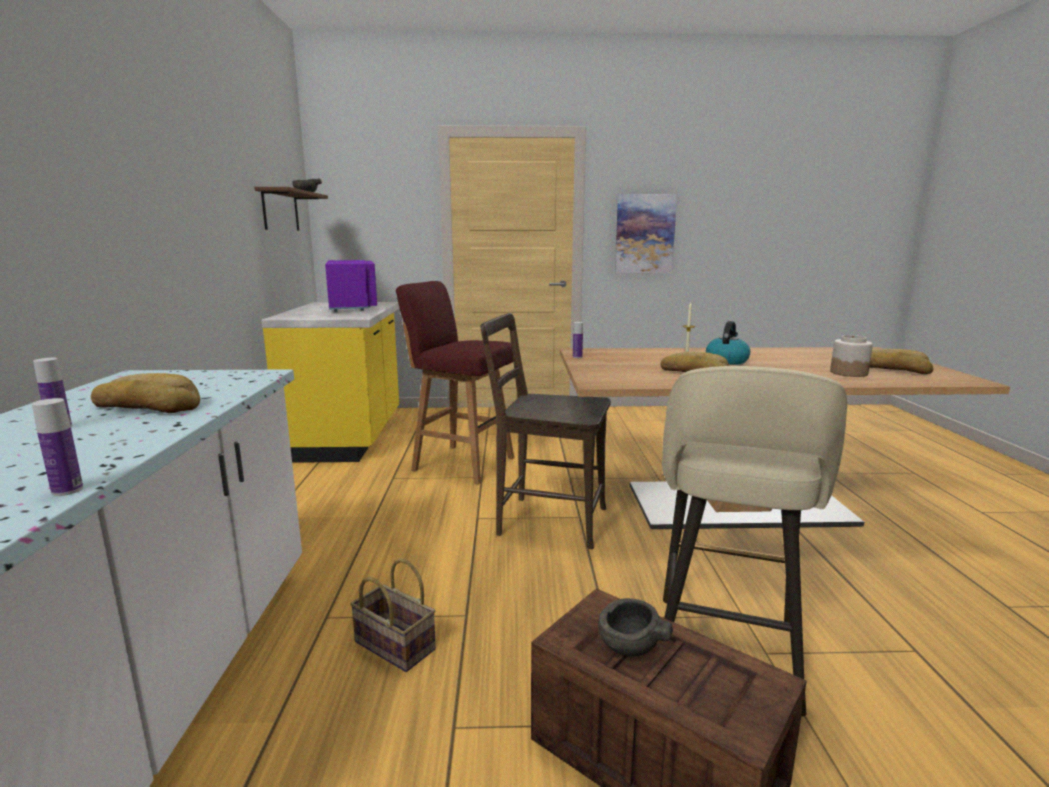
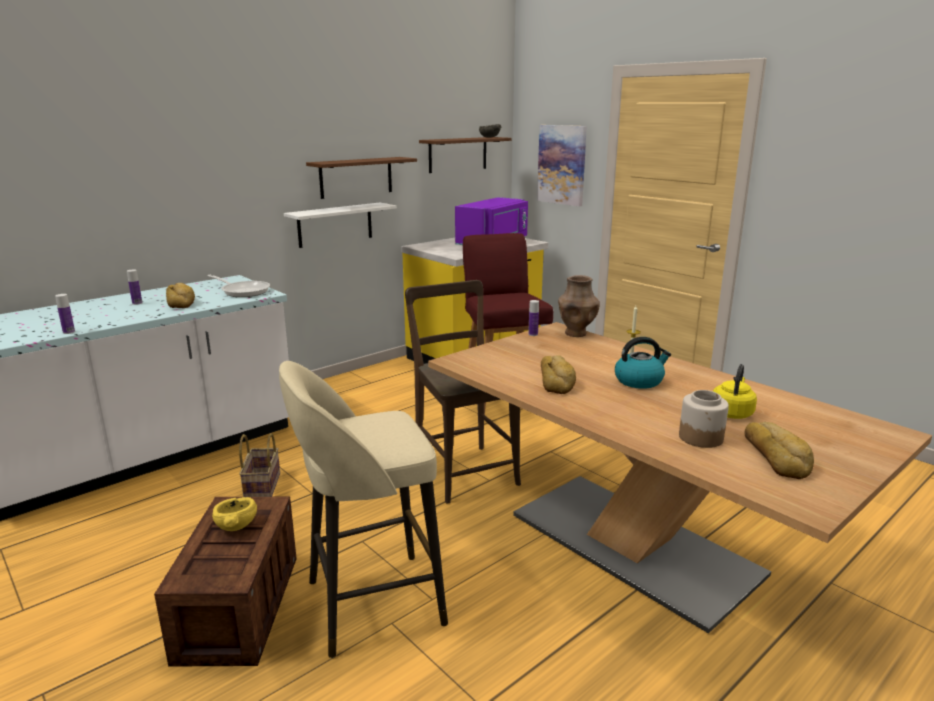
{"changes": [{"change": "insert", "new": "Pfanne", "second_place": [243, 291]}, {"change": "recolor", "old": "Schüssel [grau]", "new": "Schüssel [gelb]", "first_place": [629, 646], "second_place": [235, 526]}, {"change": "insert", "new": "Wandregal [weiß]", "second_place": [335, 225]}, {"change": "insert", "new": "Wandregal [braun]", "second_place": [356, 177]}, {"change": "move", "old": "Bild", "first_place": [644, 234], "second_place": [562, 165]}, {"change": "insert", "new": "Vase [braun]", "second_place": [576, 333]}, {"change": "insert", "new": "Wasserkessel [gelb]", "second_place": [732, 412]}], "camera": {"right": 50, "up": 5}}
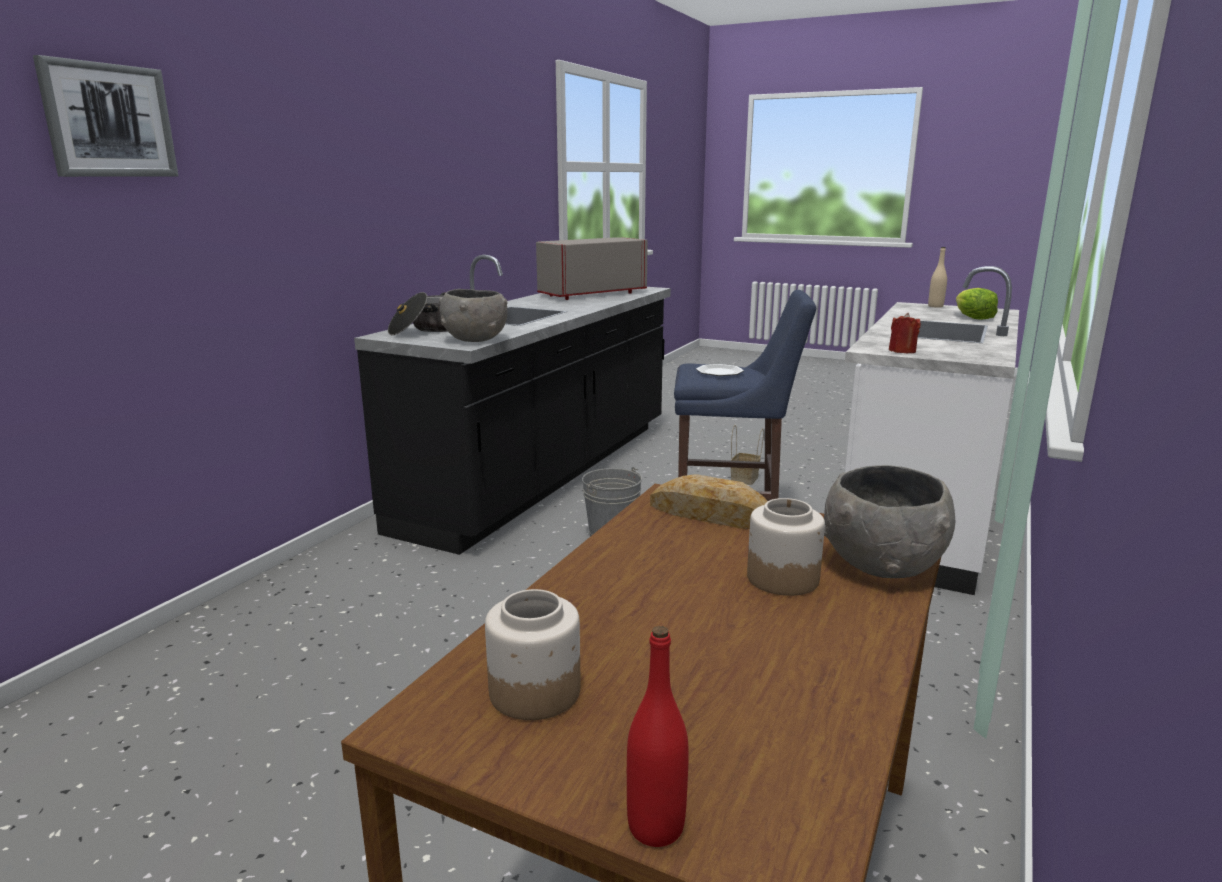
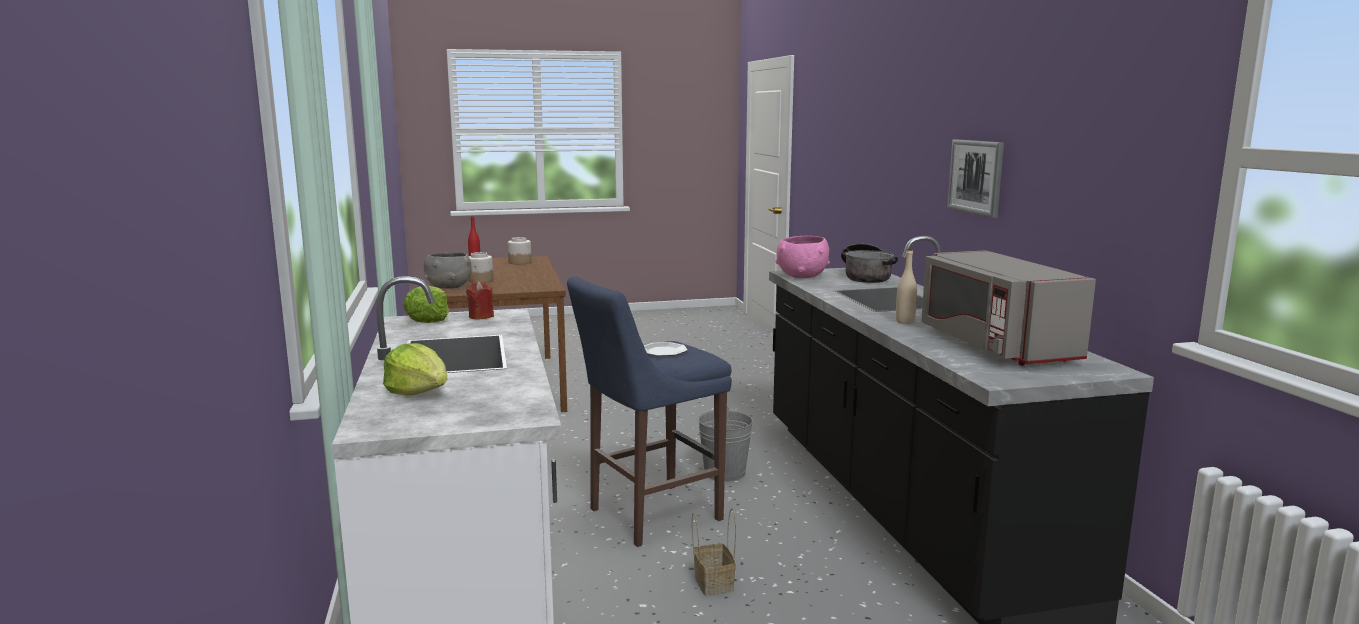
{"changes": [{"change": "insert", "new": "Salatkopf", "second_place": [428, 319]}, {"change": "recolor", "old": "Schüssel [grau]", "new": "Schüssel [rosa]", "first_place": [476, 339], "second_place": [802, 276]}, {"change": "move", "old": "Flasche [beige]", "first_place": [935, 306], "second_place": [905, 321]}, {"change": "rotate", "old": "Mikrowelle [grau]", "first_place": [590, 294], "second_place": [994, 345], "degrees": 150}, {"change": "move", "old": "Bild", "first_place": [109, 121], "second_place": [976, 177]}, {"change": "delete", "old": "Brot", "first_place": [710, 514]}], "camera": {"right": 140, "up": -5}}
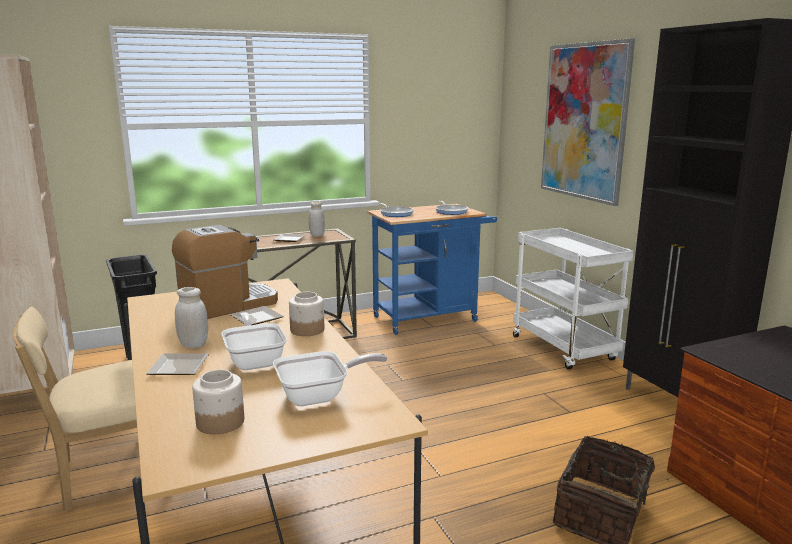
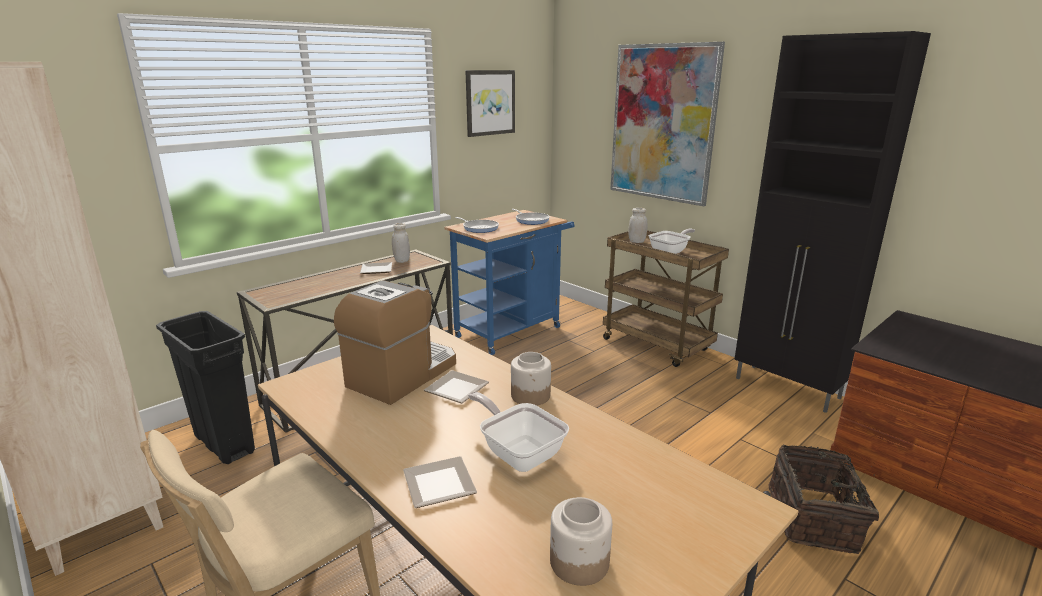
{"changes": [{"change": "insert", "new": "Bild", "second_place": [490, 102]}, {"change": "recolor", "old": "Rollwagen [weiß]", "new": "Rollwagen [braun]", "first_place": [565, 349], "second_place": [657, 345]}, {"change": "move", "old": "Vorratsglas [weiß]", "first_place": [193, 344], "second_place": [636, 241]}, {"change": "move", "old": "Pfanne", "first_place": [320, 396], "second_place": [671, 251]}], "camera": {"right": -20, "up": 5}}
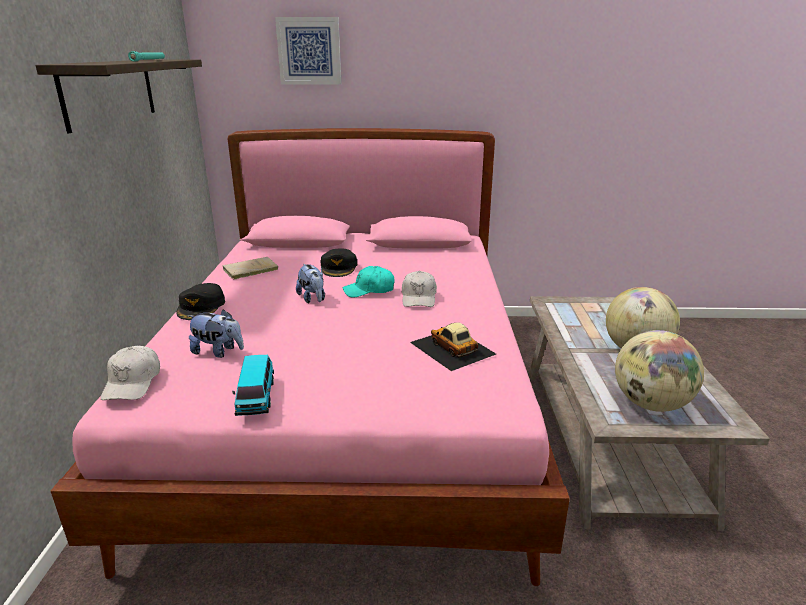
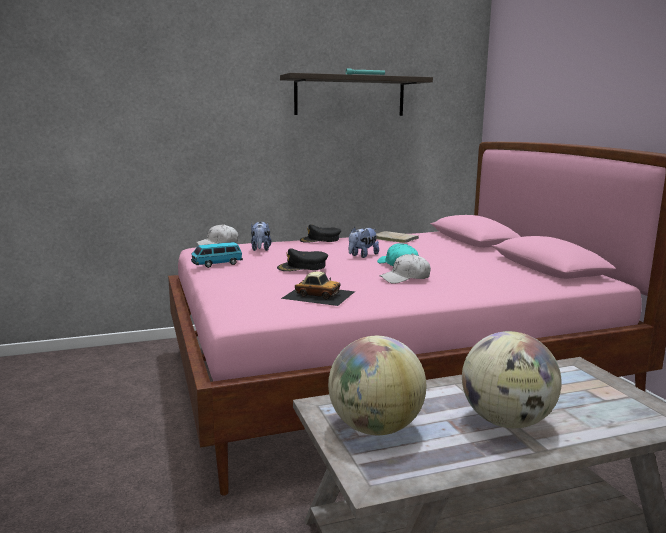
{"changes": [{"change": "move", "old": "Kappe [schwarz]", "first_place": [339, 267], "second_place": [302, 267]}, {"change": "rotate", "old": "Spielzeugauto", "first_place": [452, 348], "second_place": [318, 294], "degrees": 75}, {"change": "delete", "old": "Bild", "first_place": [309, 51]}], "camera": {"right": 70, "up": -10}}
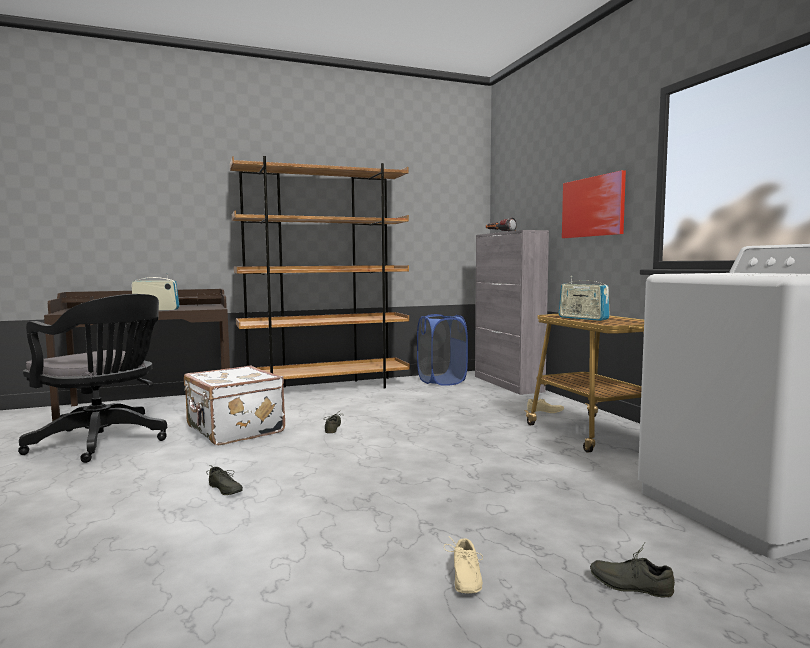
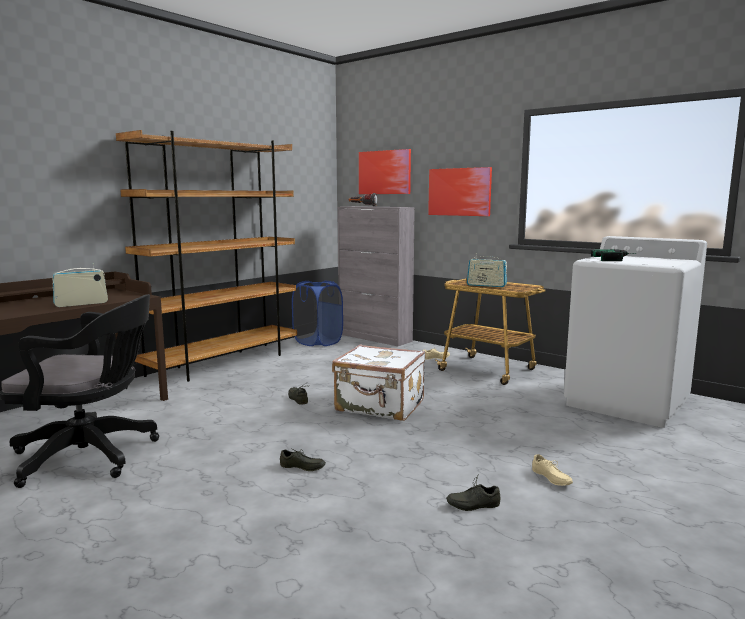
{"changes": [{"change": "move", "old": "Koffer [weiß]", "first_place": [233, 430], "second_place": [380, 406]}, {"change": "insert", "new": "Bild", "second_place": [384, 172]}, {"change": "move", "old": "Schuh [grau]", "first_place": [630, 584], "second_place": [472, 504]}, {"change": "insert", "new": "Bohrmaschine", "second_place": [618, 259]}], "camera": {"right": -30, "up": 5}}
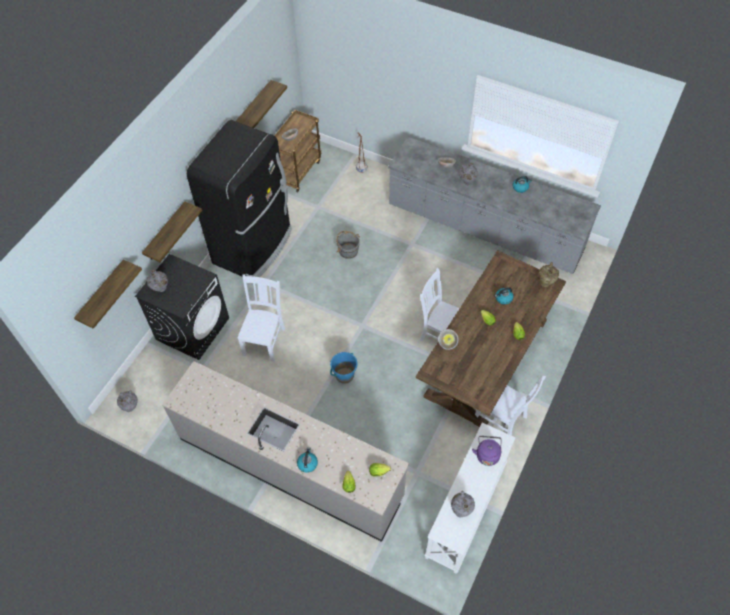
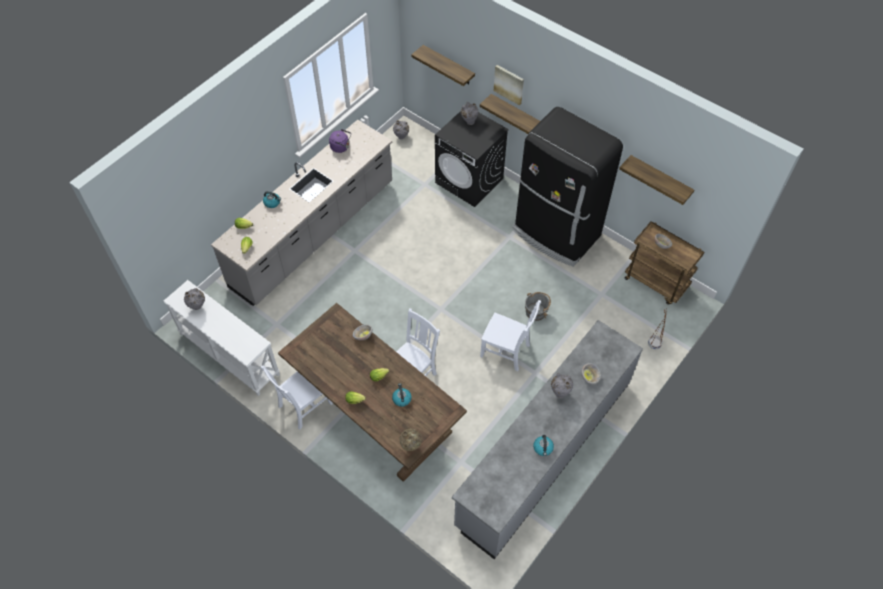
{"changes": [{"change": "move", "old": "Wasserkessel [lila]", "first_place": [487, 454], "second_place": [341, 147]}, {"change": "move", "old": "Stuhl [weiß]", "first_place": [264, 340], "second_place": [507, 351]}, {"change": "insert", "new": "Bild", "second_place": [509, 84]}, {"change": "delete", "old": "Eimer [blau]", "first_place": [344, 375]}], "camera": {"right": 100, "up": 0}}
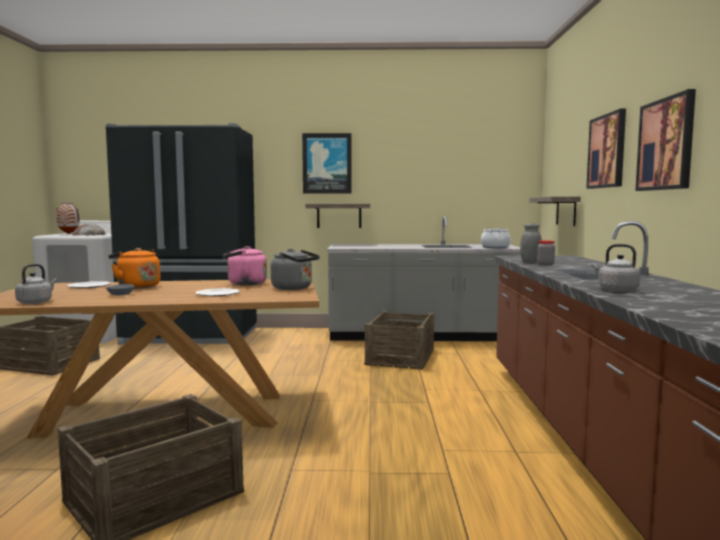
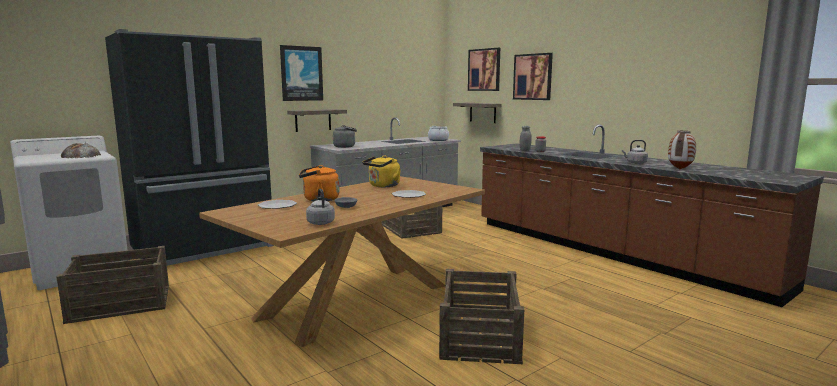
{"changes": [{"change": "move", "old": "Wasserkessel [grau]", "first_place": [294, 288], "second_place": [346, 146]}, {"change": "recolor", "old": "Wasserkessel [rosa]", "new": "Wasserkessel [gelb]", "first_place": [244, 284], "second_place": [383, 186]}, {"change": "move", "old": "Bild", "first_place": [666, 144], "second_place": [484, 70]}, {"change": "move", "old": "Vase", "first_place": [69, 234], "second_place": [679, 169]}], "camera": {"right": -40, "up": 5}}
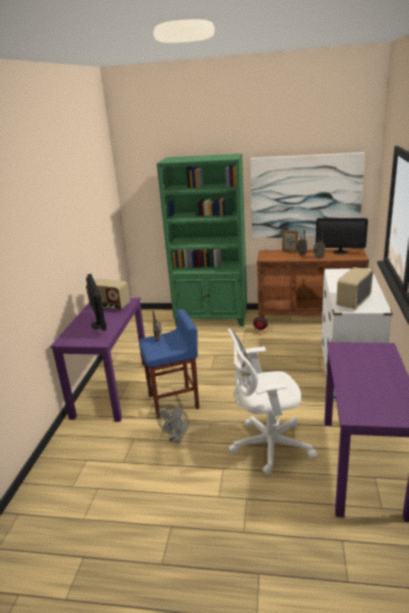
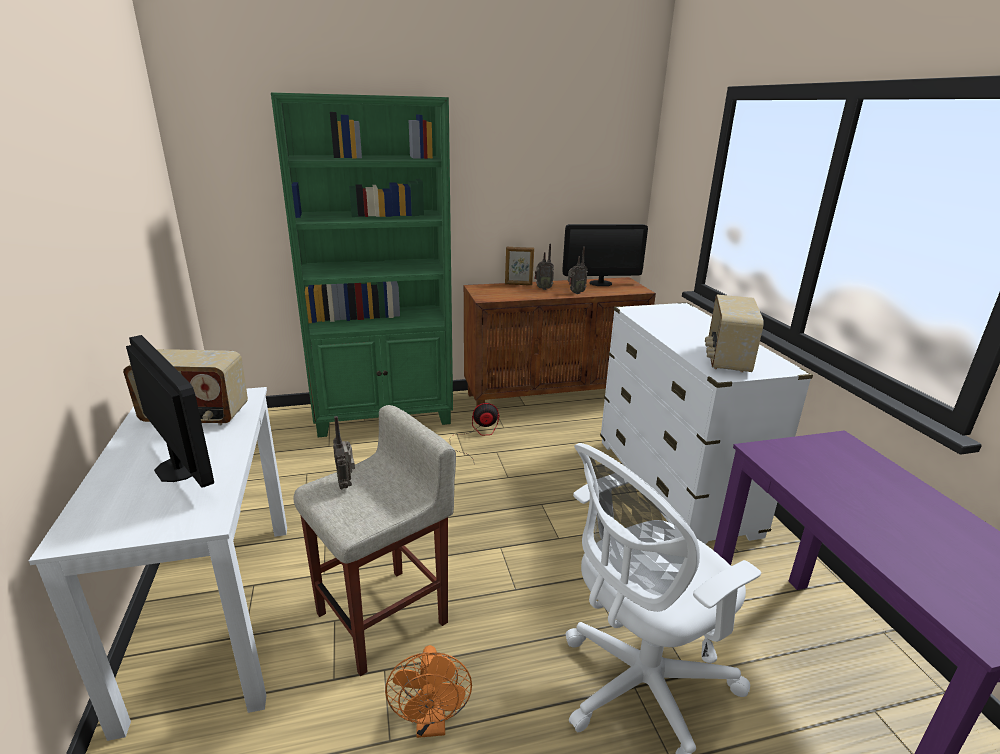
{"changes": [{"change": "recolor", "old": "Schreibtisch [lila]", "new": "Schreibtisch [weiß]", "first_place": [112, 388], "second_place": [215, 612]}, {"change": "recolor", "old": "Hocker [blau]", "new": "Hocker [beige]", "first_place": [174, 402], "second_place": [384, 617]}, {"change": "recolor", "old": "Ventilator [grau]", "new": "Ventilator [orange]", "first_place": [177, 438], "second_place": [431, 723]}, {"change": "delete", "old": "Bild", "first_place": [305, 197]}], "camera": {"right": -25, "up": 0}}
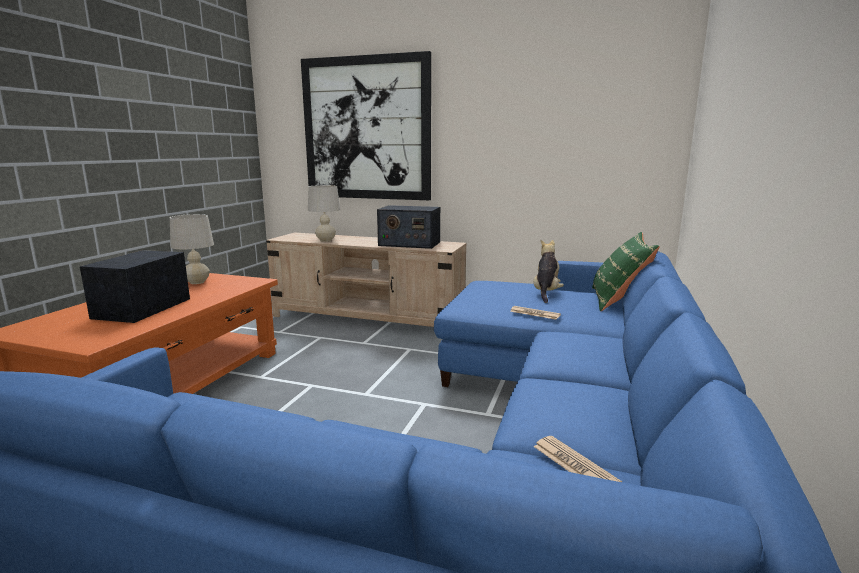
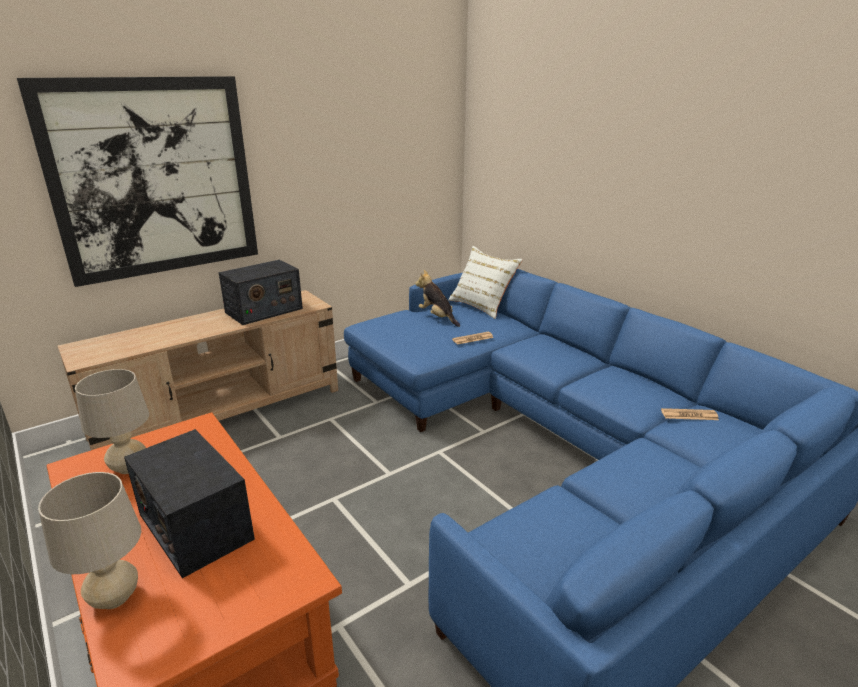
{"changes": [{"change": "move", "old": "Tischlampe [beige]", "first_place": [325, 240], "second_place": [114, 598]}, {"change": "recolor", "old": "Kissen [grün]", "new": "Kissen [weiß]", "first_place": [618, 301], "second_place": [482, 305]}], "camera": {"right": -55, "up": 10}}
